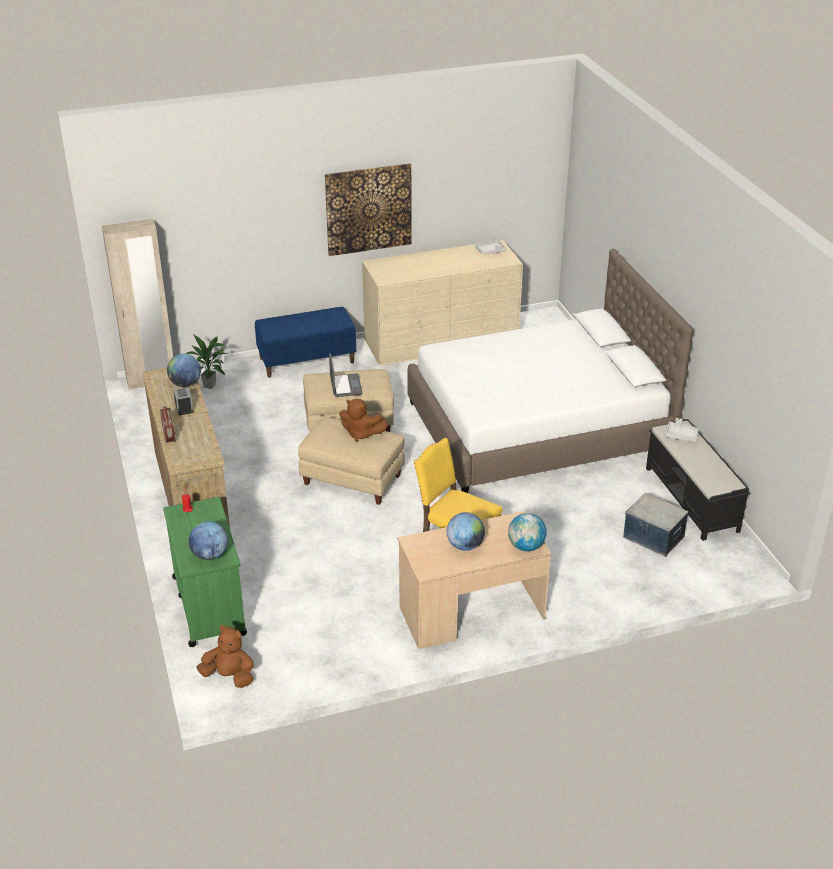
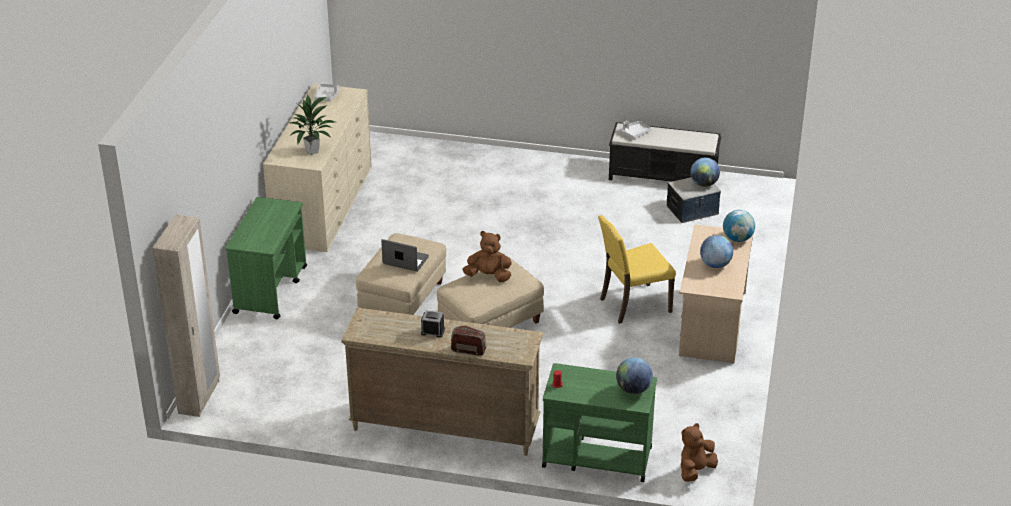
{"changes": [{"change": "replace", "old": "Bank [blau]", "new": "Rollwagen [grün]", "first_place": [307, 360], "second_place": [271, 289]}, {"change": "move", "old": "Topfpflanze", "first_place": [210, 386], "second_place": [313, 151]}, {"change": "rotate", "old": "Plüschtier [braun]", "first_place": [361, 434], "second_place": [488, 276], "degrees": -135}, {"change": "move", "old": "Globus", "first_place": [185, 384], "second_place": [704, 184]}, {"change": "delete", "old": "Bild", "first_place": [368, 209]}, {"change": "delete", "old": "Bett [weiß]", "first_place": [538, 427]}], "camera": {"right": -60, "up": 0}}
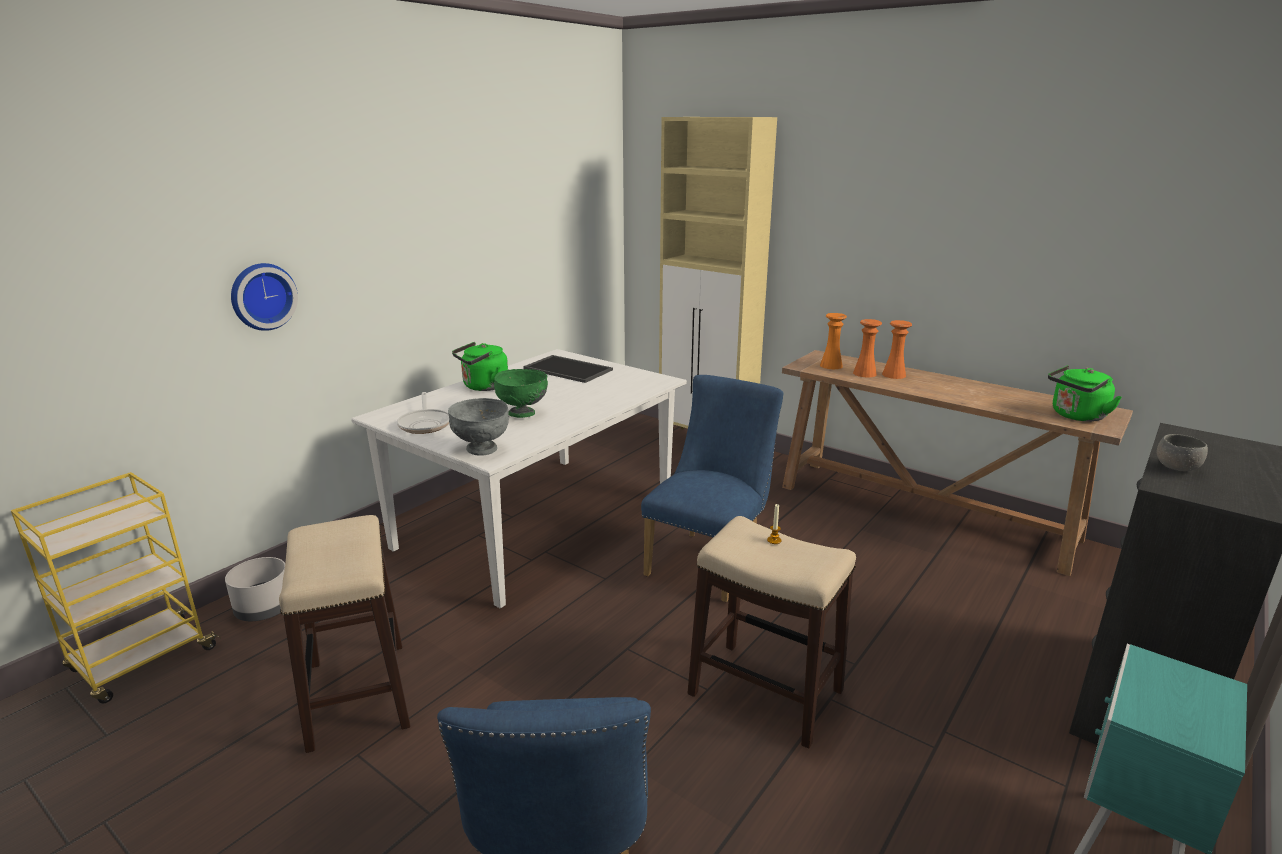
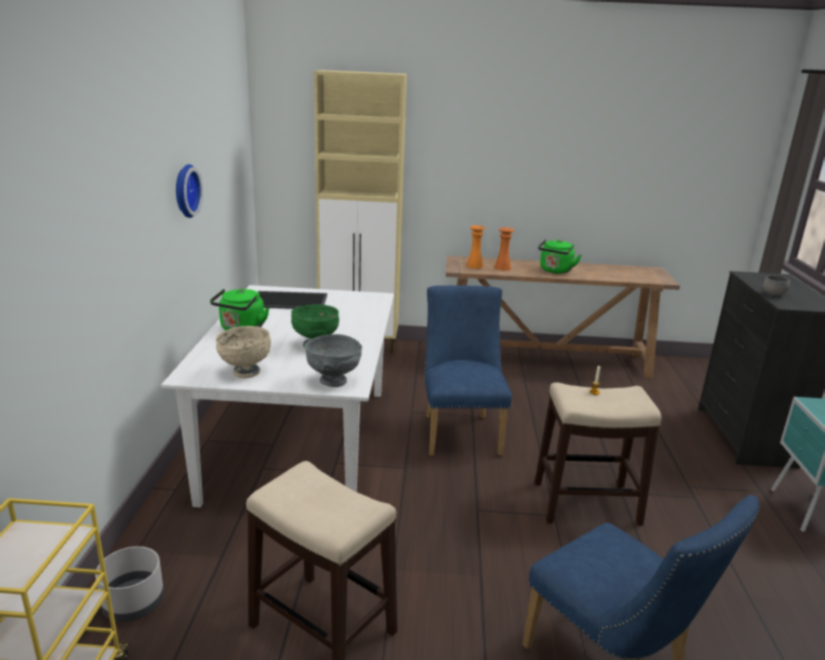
{"changes": [{"change": "move", "old": "Wanduhr", "first_place": [262, 296], "second_place": [184, 191]}, {"change": "replace", "old": "Pfanne", "new": "Schüssel [beige]", "first_place": [425, 423], "second_place": [245, 372]}, {"change": "move", "old": "Wasserkessel [grün]", "first_place": [1076, 416], "second_place": [555, 271]}, {"change": "delete", "old": "Vase [orange]", "first_place": [894, 375]}], "camera": {"right": -35, "up": 0}}
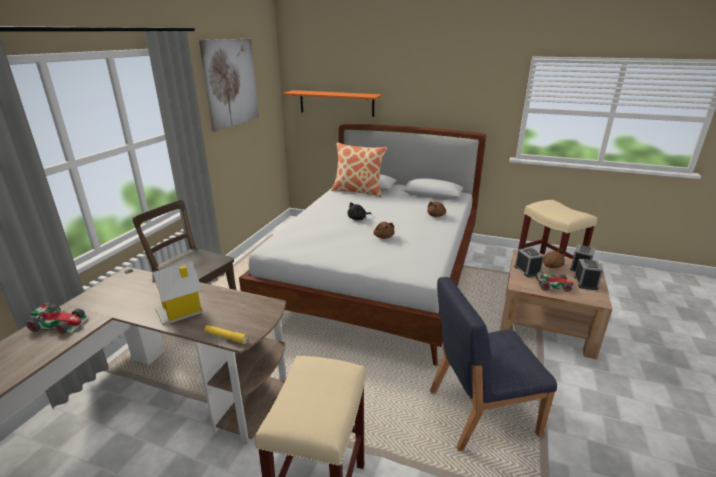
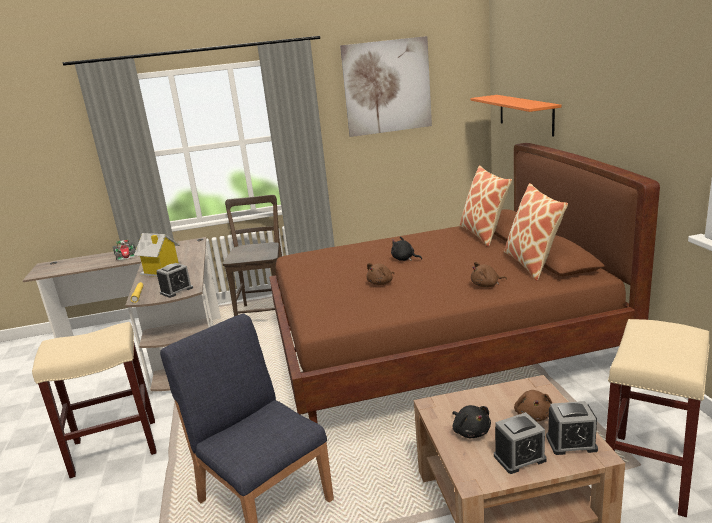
{"changes": [{"change": "move", "old": "Wecker", "first_place": [527, 270], "second_place": [176, 290]}, {"change": "recolor", "old": "Bett [weiß]", "new": "Bett [braun]", "first_place": [378, 278], "second_place": [438, 349]}, {"change": "replace", "old": "Spielzeugauto", "new": "Plüschtier [schwarz]", "first_place": [553, 285], "second_place": [470, 431]}, {"change": "insert", "new": "Kissen", "second_place": [532, 264]}], "camera": {"right": 60, "up": -5}}
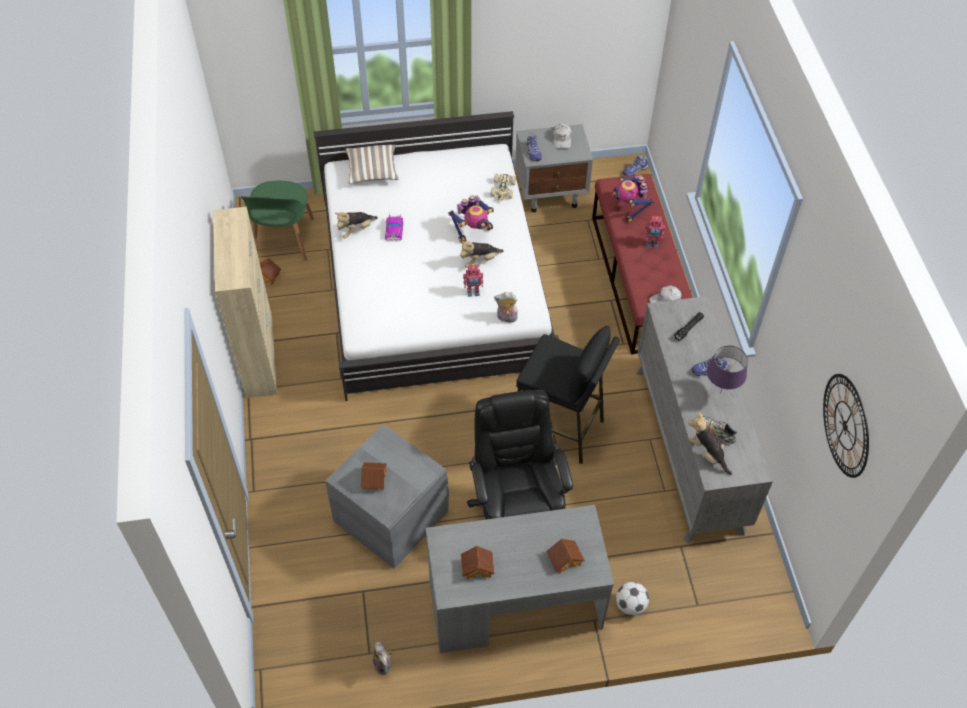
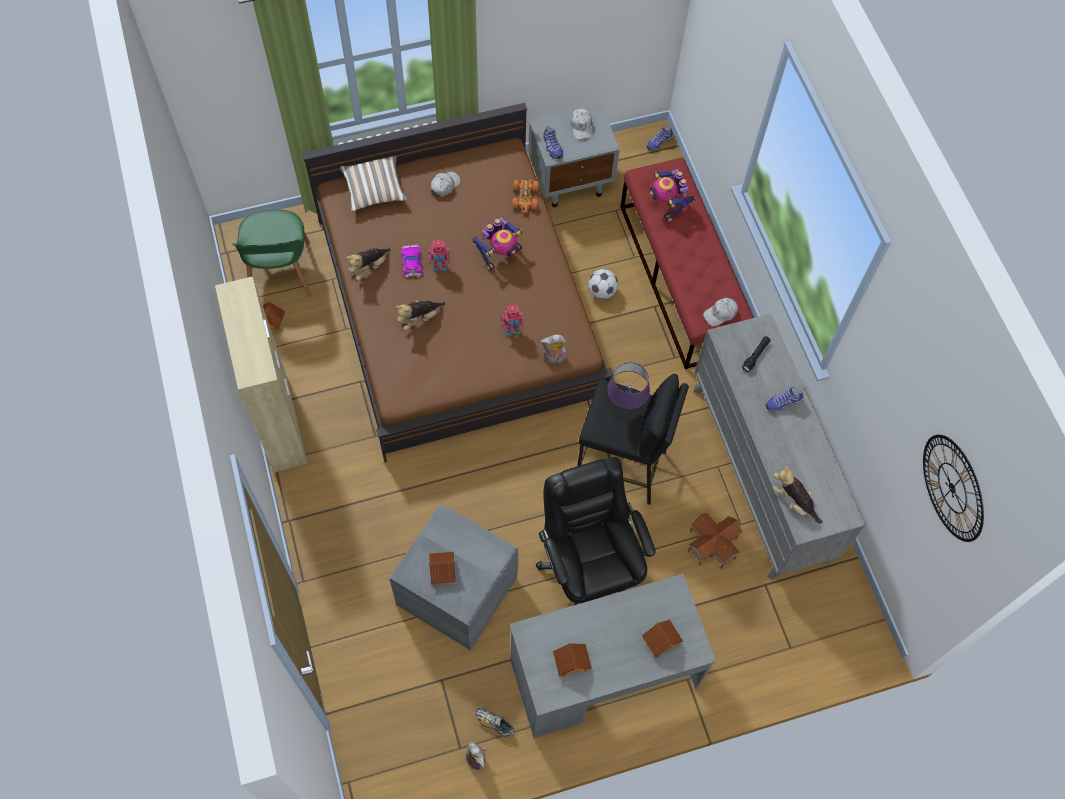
{"changes": [{"change": "recolor", "old": "Bett [weiß]", "new": "Bett [braun]", "first_place": [433, 282], "second_place": [457, 306]}, {"change": "move", "old": "Plüschtier", "first_place": [480, 261], "second_place": [420, 318]}, {"change": "move", "old": "Spielzeugroboter", "first_place": [652, 244], "second_place": [440, 267]}, {"change": "insert", "new": "Kappe [weiß]", "second_place": [445, 185]}, {"change": "move", "old": "Schuh", "first_place": [716, 432], "second_place": [494, 723]}, {"change": "recolor", "old": "Spielzeugauto [beige]", "new": "Spielzeugauto [orange]", "first_place": [503, 190], "second_place": [525, 198]}, {"change": "move", "old": "Fußball", "first_place": [630, 605], "second_place": [602, 291]}, {"change": "move", "old": "Tischlampe [lila]", "first_place": [720, 392], "second_place": [625, 405]}, {"change": "insert", "new": "Spielzeughaus", "second_place": [712, 546]}], "camera": {"right": -10, "up": 10}}
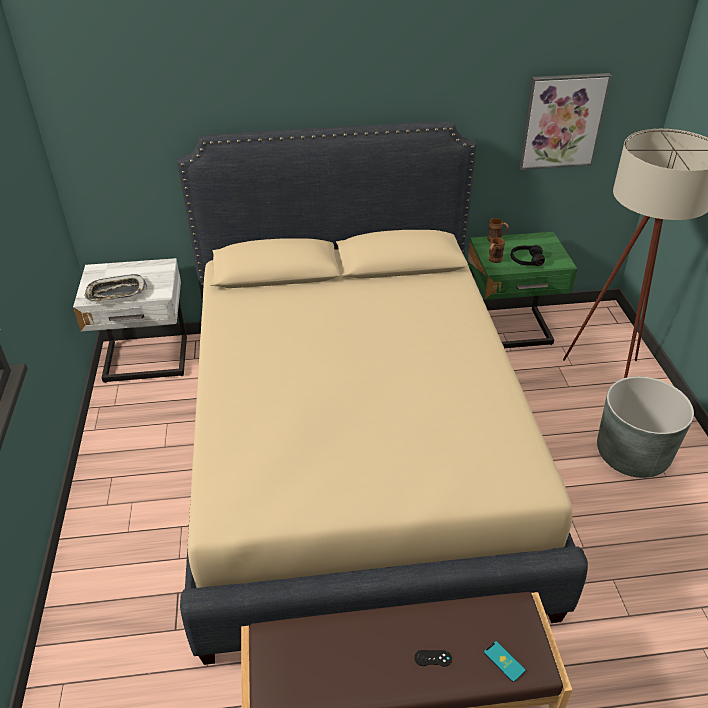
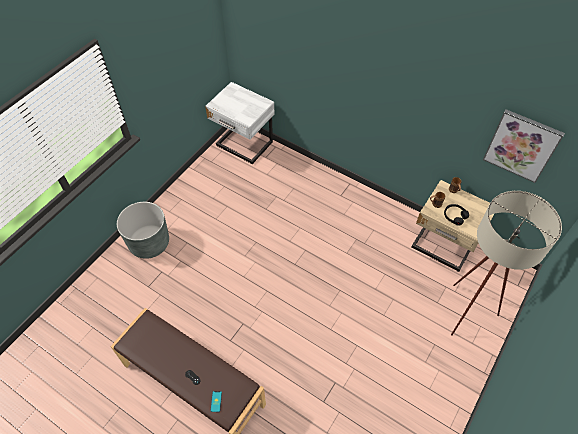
{"changes": [{"change": "move", "old": "Pflanzkübel [grau]", "first_place": [632, 454], "second_place": [149, 243]}, {"change": "recolor", "old": "Nachttisch [grün]", "new": "Nachttisch [beige]", "first_place": [509, 332], "second_place": [442, 247]}, {"change": "delete", "old": "Tablett", "first_place": [116, 293]}, {"change": "delete", "old": "Bett [beige]", "first_place": [355, 452]}], "camera": {"right": 40, "up": 15}}
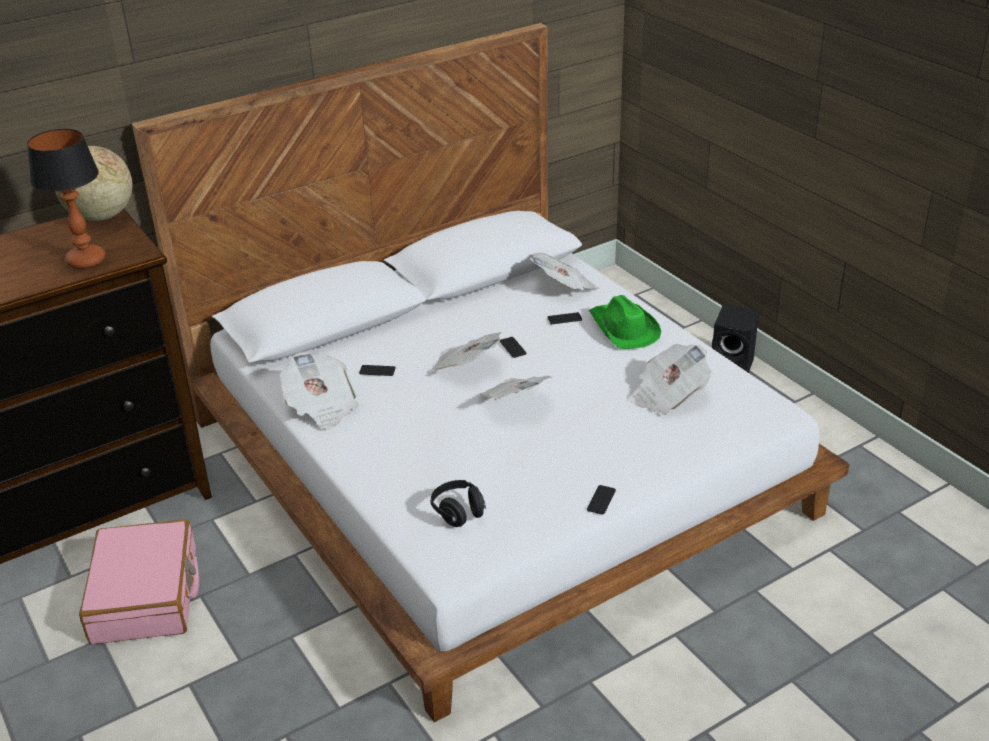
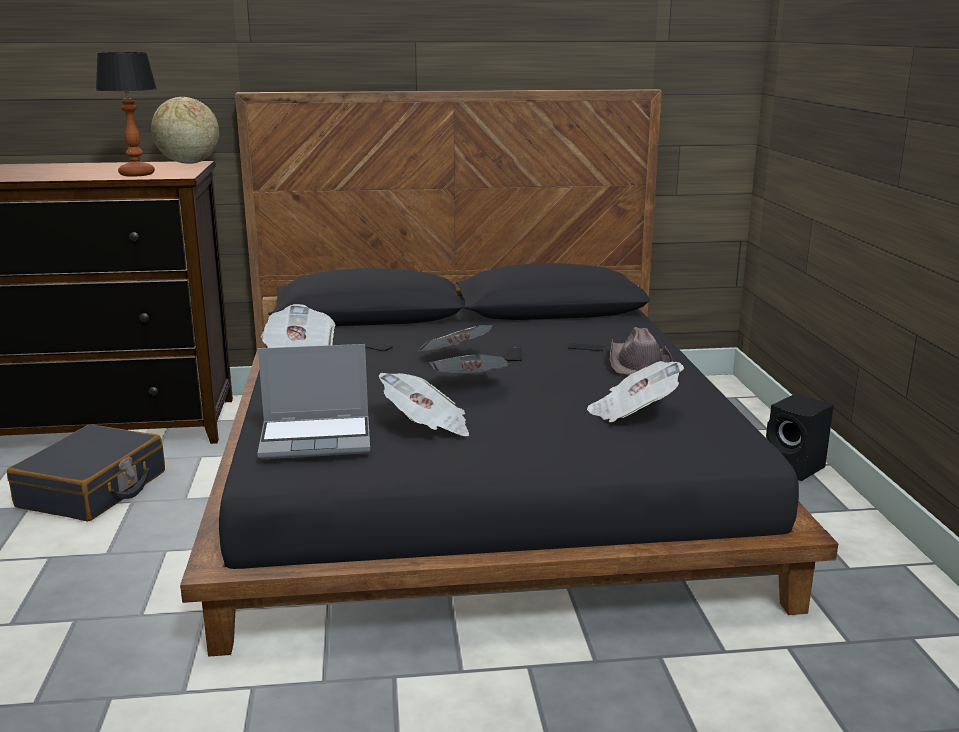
{"changes": [{"change": "recolor", "old": "Koffer [rosa]", "new": "Koffer [schwarz]", "first_place": [146, 596], "second_place": [93, 490]}, {"change": "recolor", "old": "Bett [weiß]", "new": "Bett [schwarz]", "first_place": [497, 465], "second_place": [479, 481]}, {"change": "replace", "old": "Kopfhörer [schwarz]", "new": "Laptop", "first_place": [458, 512], "second_place": [317, 439]}, {"change": "move", "old": "Zeitung", "first_place": [564, 288], "second_place": [427, 427]}, {"change": "recolor", "old": "Hut [grün]", "new": "Hut [braun]", "first_place": [623, 328], "second_place": [638, 363]}, {"change": "delete", "old": "Handy", "first_place": [601, 500]}], "camera": {"right": 25, "up": -15}}
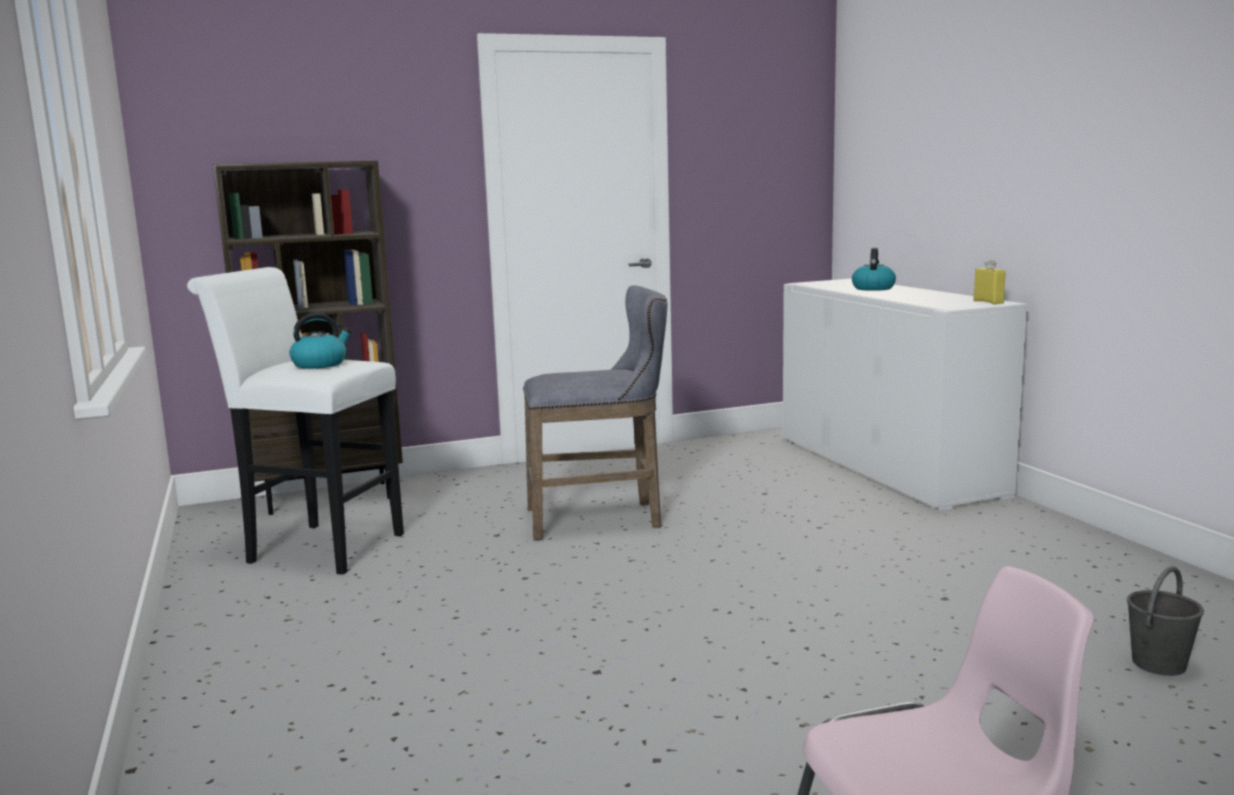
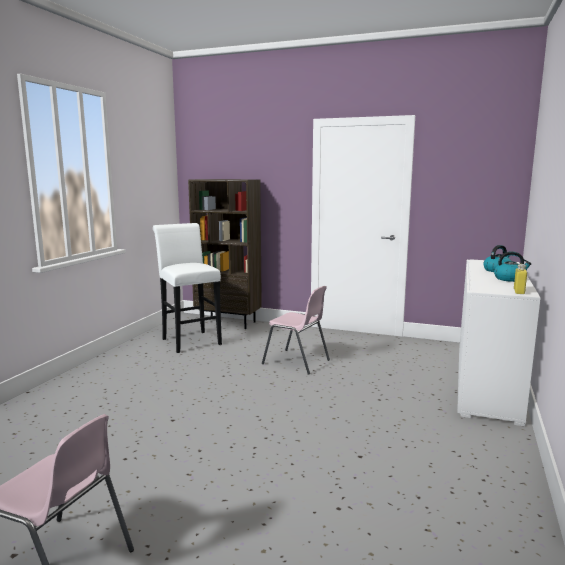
{"changes": [{"change": "replace", "old": "Hocker [grau]", "new": "Stuhl [rosa]", "first_place": [601, 519], "second_place": [297, 362]}, {"change": "move", "old": "Wasserkessel", "first_place": [320, 364], "second_place": [510, 279]}, {"change": "delete", "old": "Eimer [grau]", "first_place": [1158, 664]}], "camera": {"right": 40, "up": 0}}
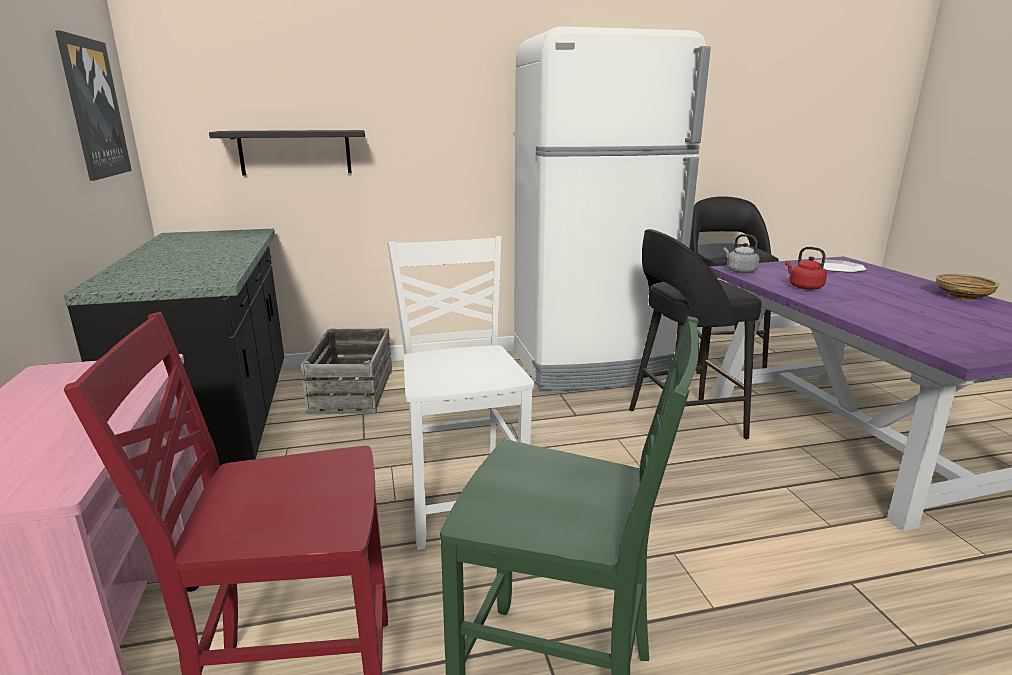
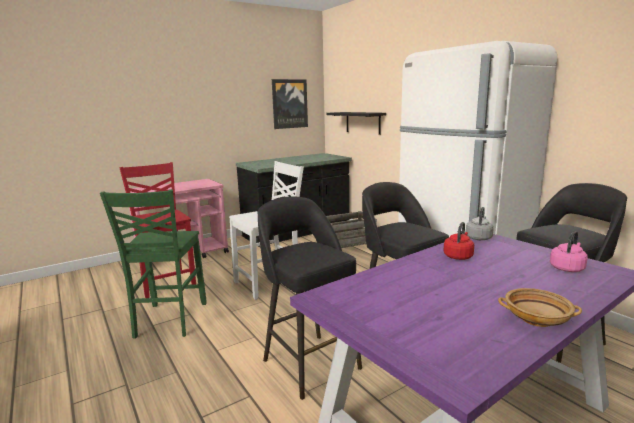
{"changes": [{"change": "insert", "new": "Hocker [schwarz]", "second_place": [310, 363]}, {"change": "replace", "old": "Teller", "new": "Wasserkessel [rosa]", "first_place": [835, 267], "second_place": [567, 268]}], "camera": {"right": 70, "up": -5}}
